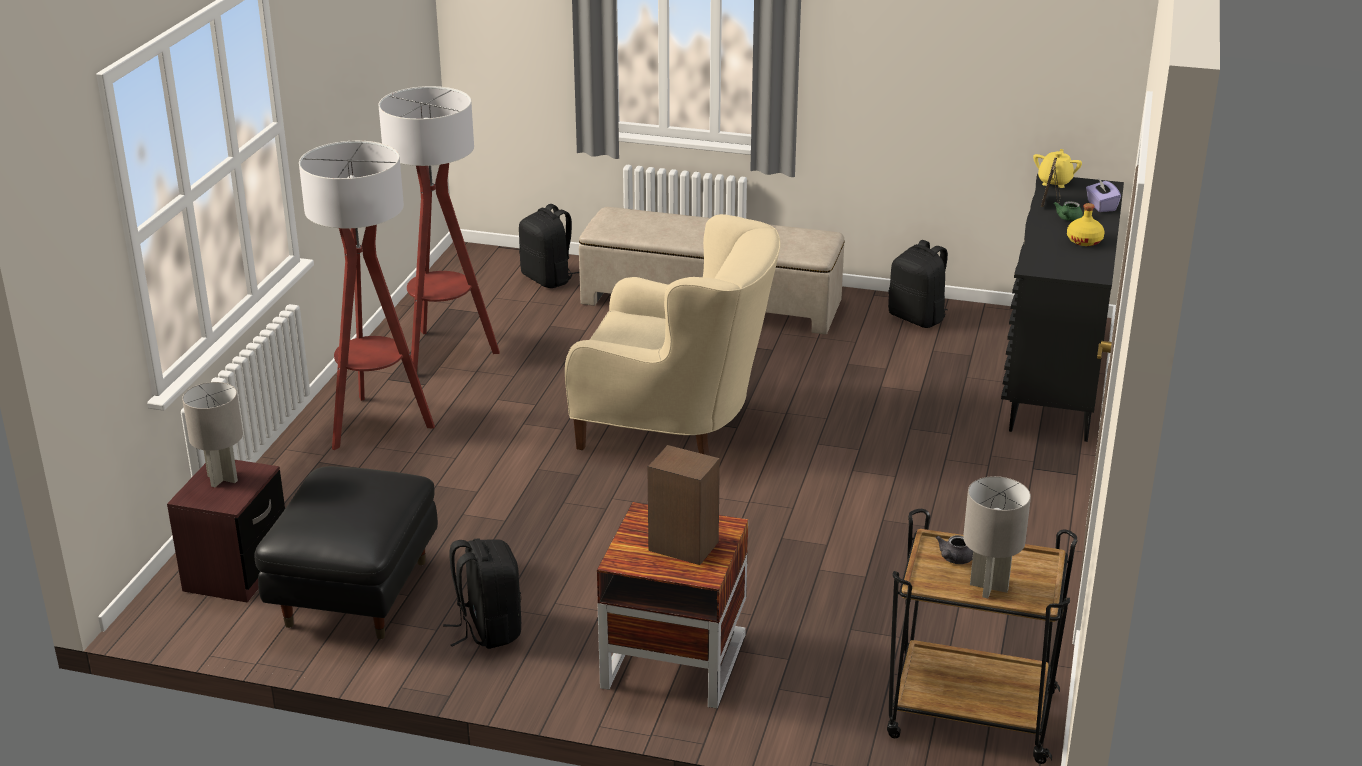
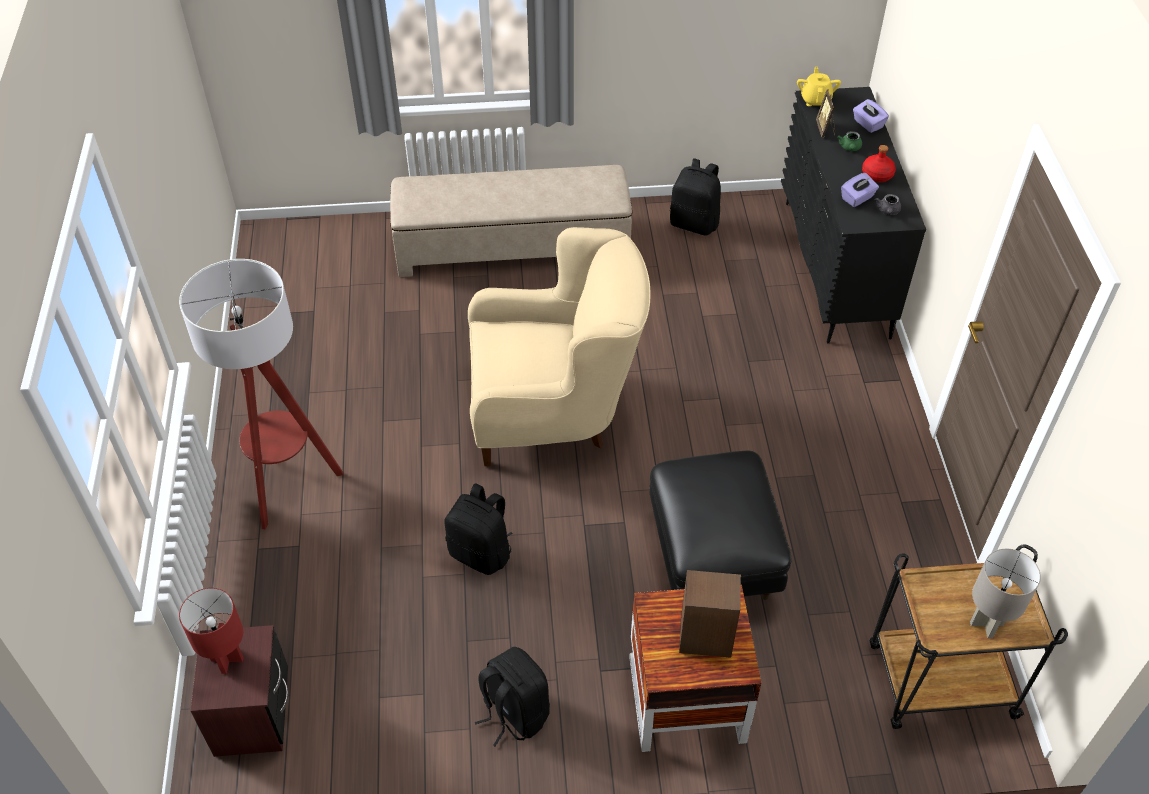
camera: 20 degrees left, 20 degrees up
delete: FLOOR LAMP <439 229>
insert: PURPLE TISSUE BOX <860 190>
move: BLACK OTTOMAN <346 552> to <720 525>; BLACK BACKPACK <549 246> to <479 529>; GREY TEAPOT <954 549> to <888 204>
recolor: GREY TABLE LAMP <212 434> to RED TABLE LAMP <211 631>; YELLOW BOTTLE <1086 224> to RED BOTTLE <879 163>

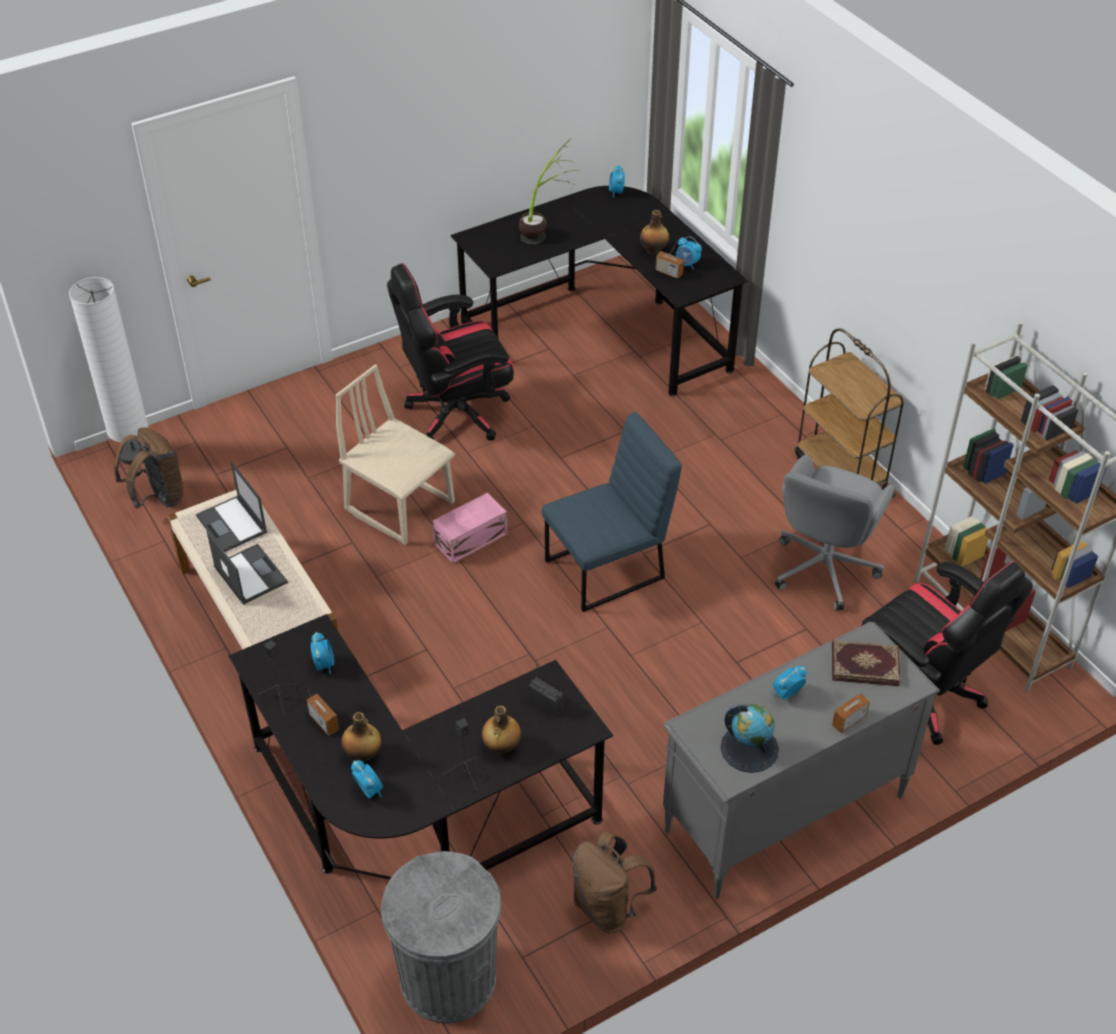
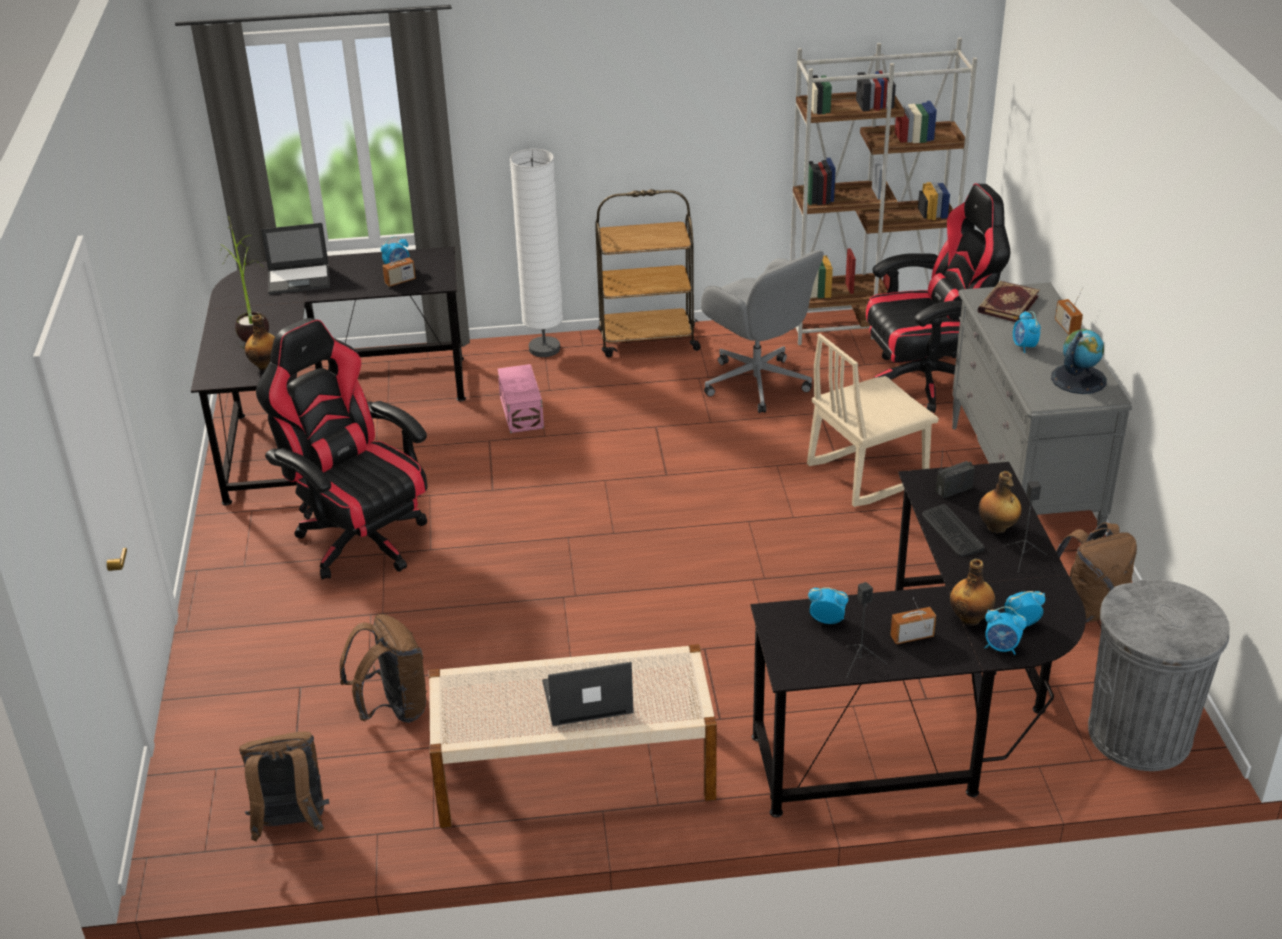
camera: 65 degrees left, 10 degrees down
delete: BLUE CHAIR <612 512>
insert: BROWN BACKPACK <384 668>; KEYBOARD <953 530>
move: WHITE FLOOR LAMP <108 371> to <536 253>; LAPTOP <231 507> to <295 258>; BEIGE CHAIR <395 454> to <873 420>; PINK STORAGE BOX <470 528> to <521 398>; ALARM CLOCK <617 181> to <1005 630>; BOTTLE <654 232> to <260 343>
rotate: BLACK OFFICE CHAIR <450 352> = <342 448> 135 degrees clockwise

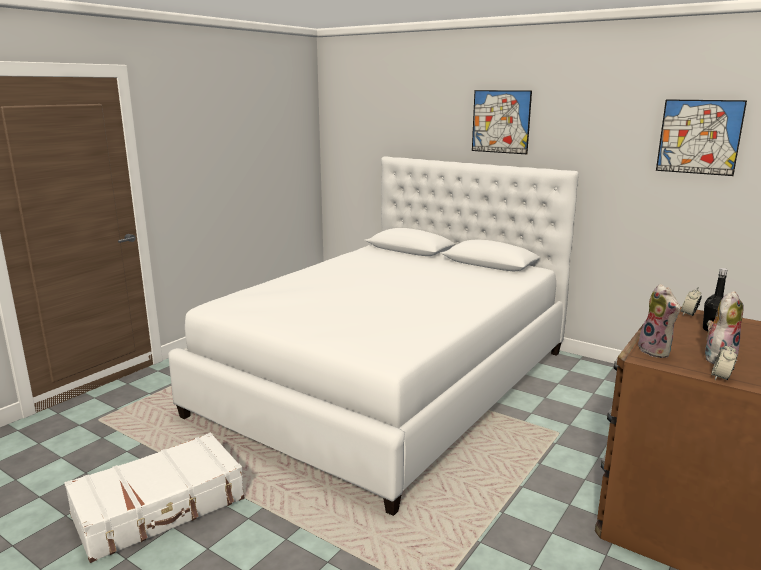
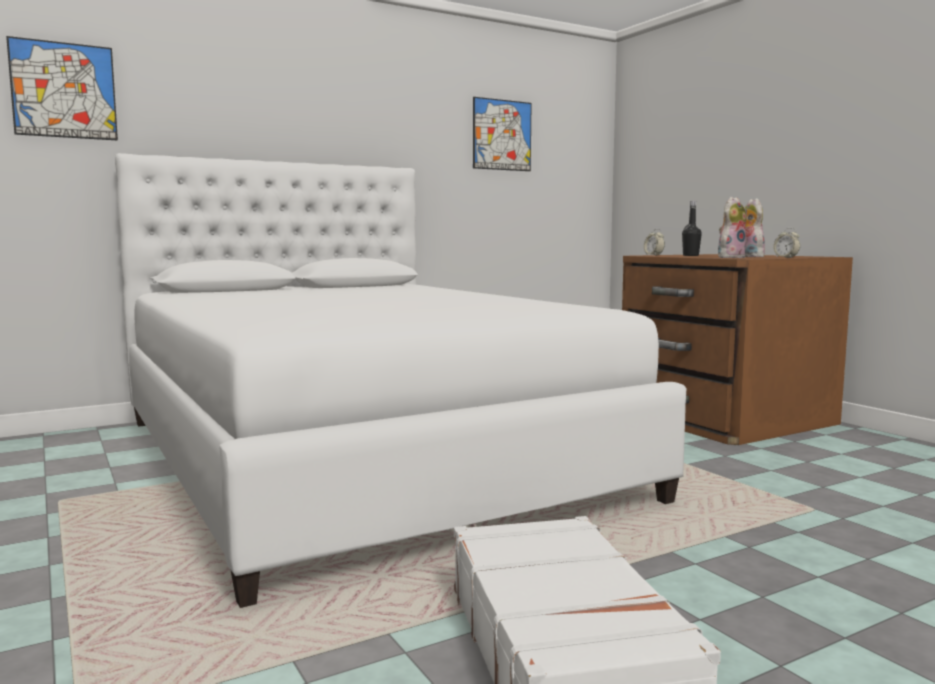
camera: 65 degrees left, 10 degrees down
move: PICTURE <502 122> to <62 88>
rotate: PLUSH TOY <659 321> = <732 227> 45 degrees counterclockwise

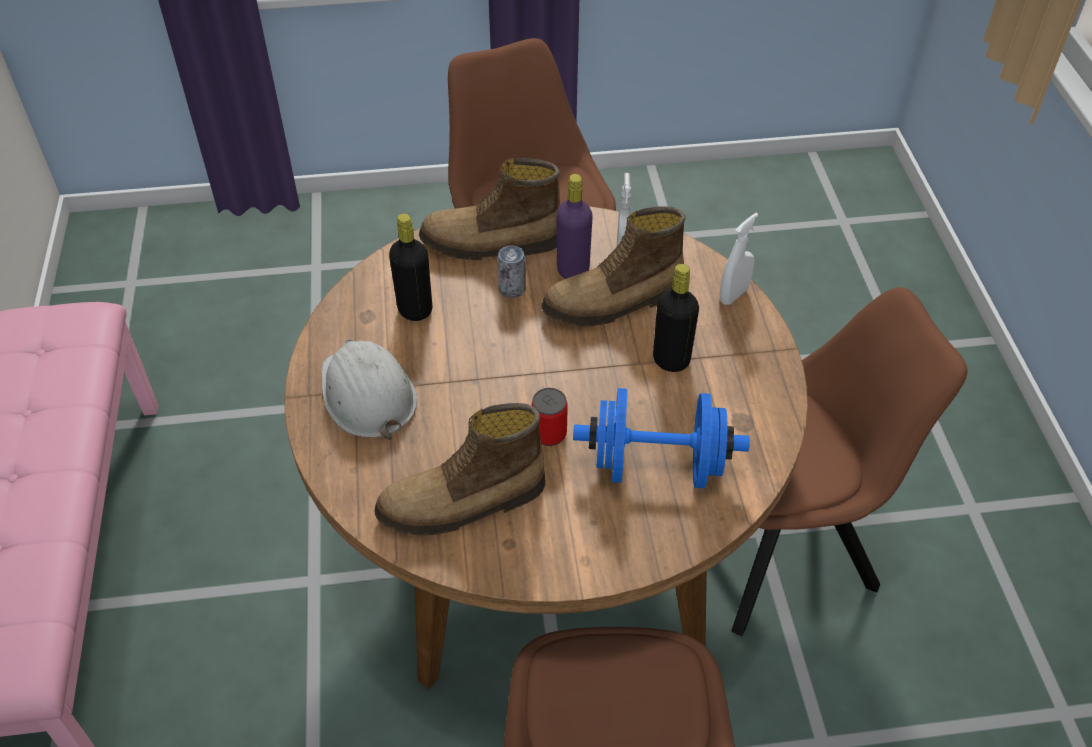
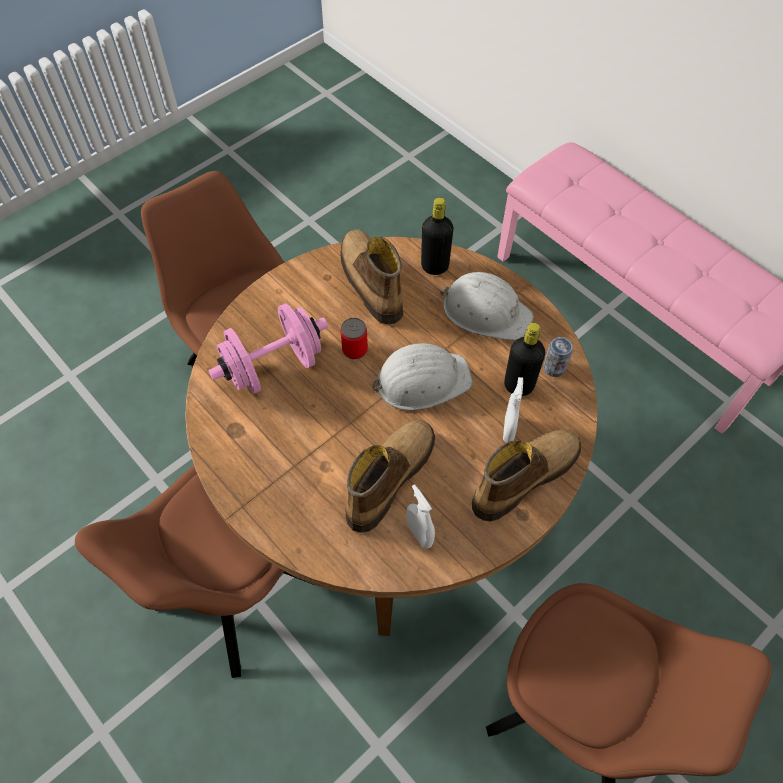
camera: 145 degrees right, 10 degrees up
delete: PURPLE BOTTLE <574 226>
insert: WHITE HARD HAT <422 376>
move: CAN <511 271> to <558 357>; BLACK BOTTLE <676 318> to <437 236>; WHITE SPRAY BOTTLE <739 259> to <513 410>
recolor: BLUE DUMBBELL <661 438> to PINK DUMBBELL <268 348>
rotate: BOOT <459 469> = <371 276> 60 degrees counterclockwise

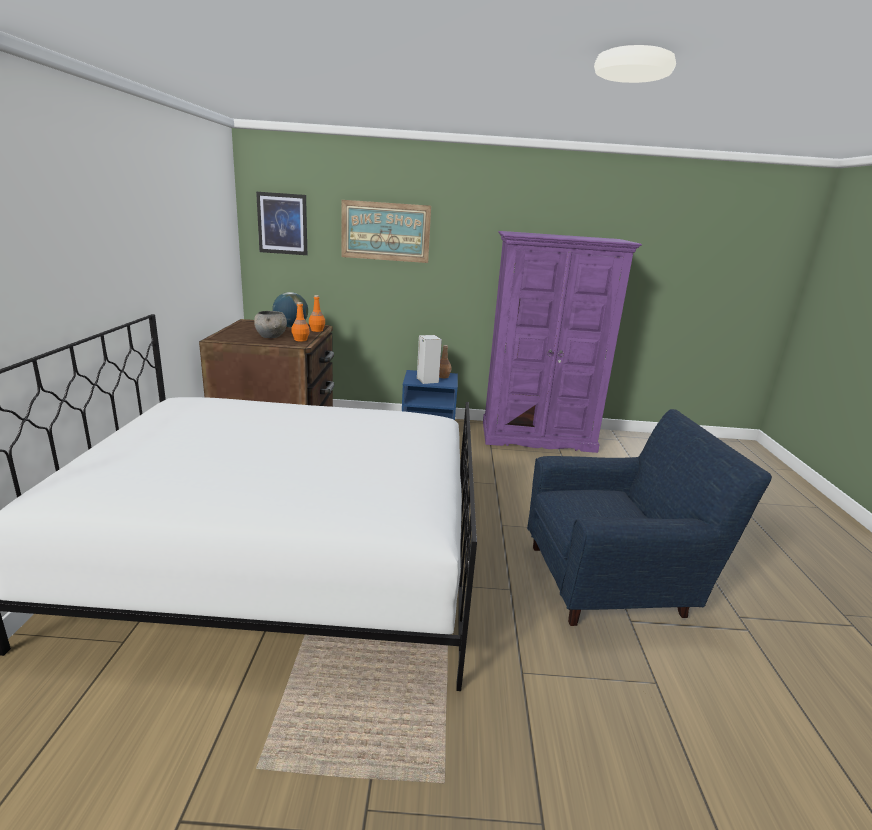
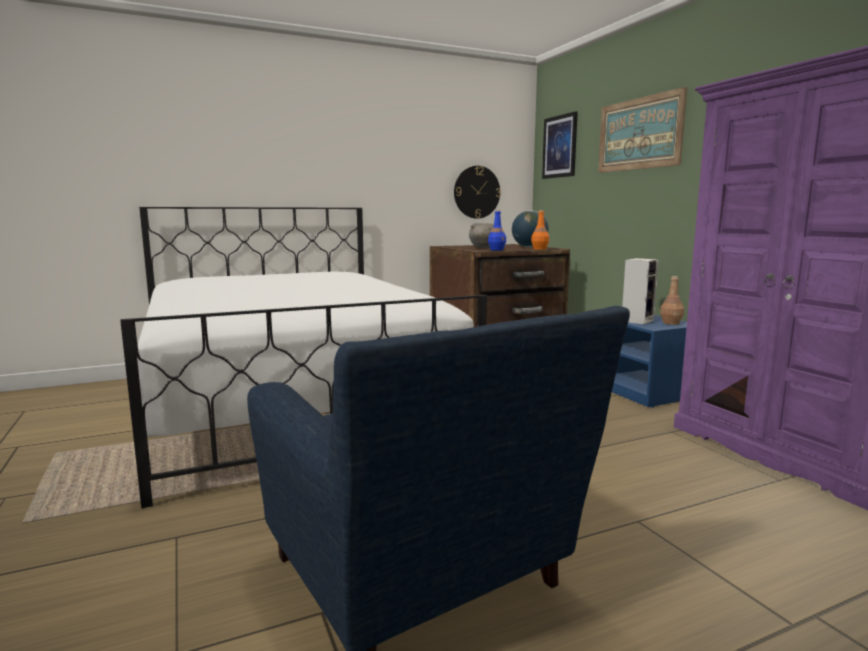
camera: 65 degrees right, 10 degrees down
insert: WALL CLOCK <477 192>
recolor: ORANGE BOTTLE <301 322> to BLUE BOTTLE <497 230>

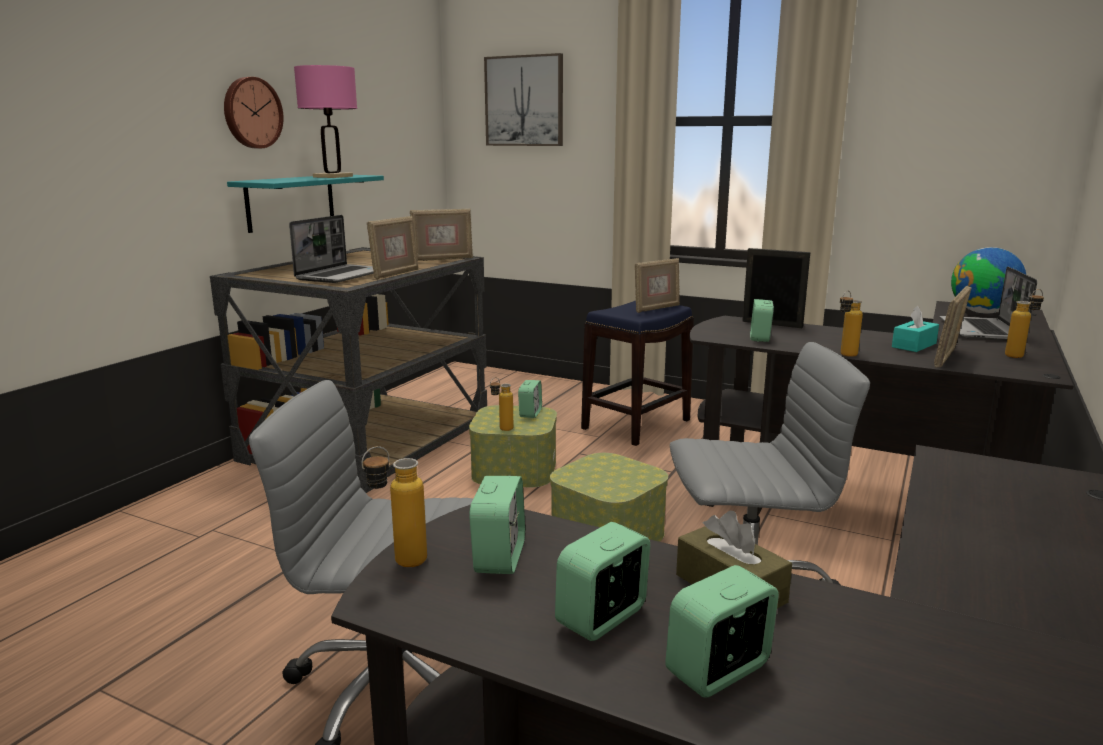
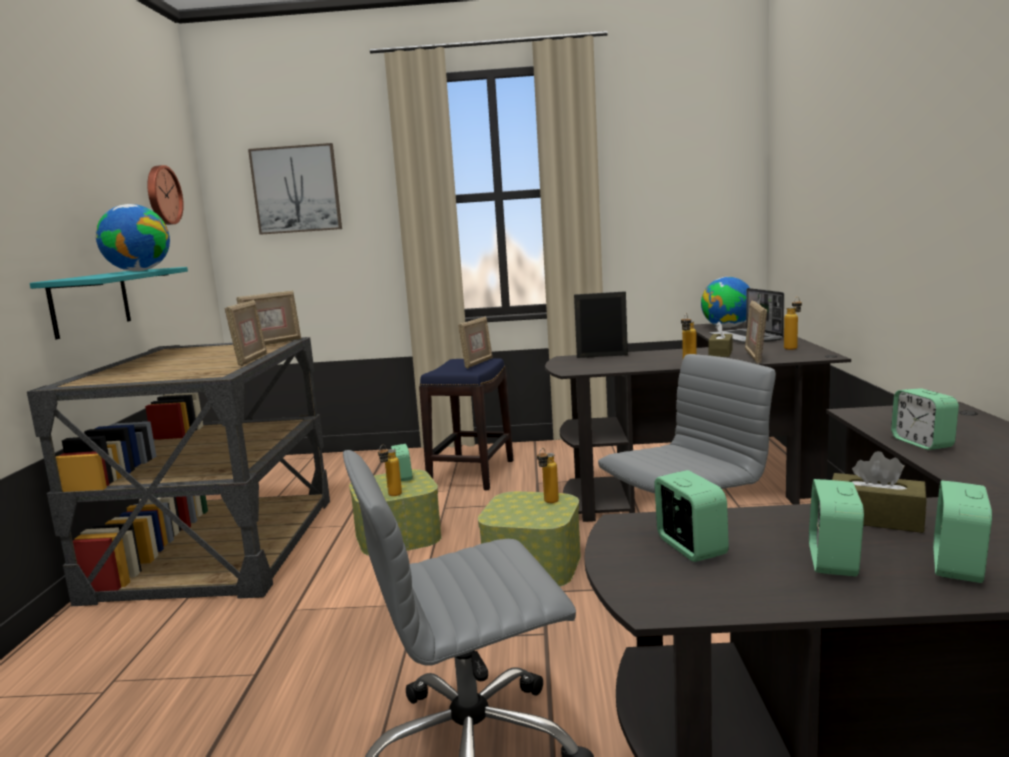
camera: 25 degrees left, 5 degrees down
delete: LAPTOP <331 249>
move: WALL CLOCK <254 112> to <165 195>; BOTTLE <394 506> to <548 475>; ALARM CLOCK <762 320> to <925 419>
replace: PINK TABLE LAMP <325 121> to GLOBE <133 237>
recolor: TURQUOISE TISSUE BOX <915 329> to BROWN TISSUE BOX <720 339>

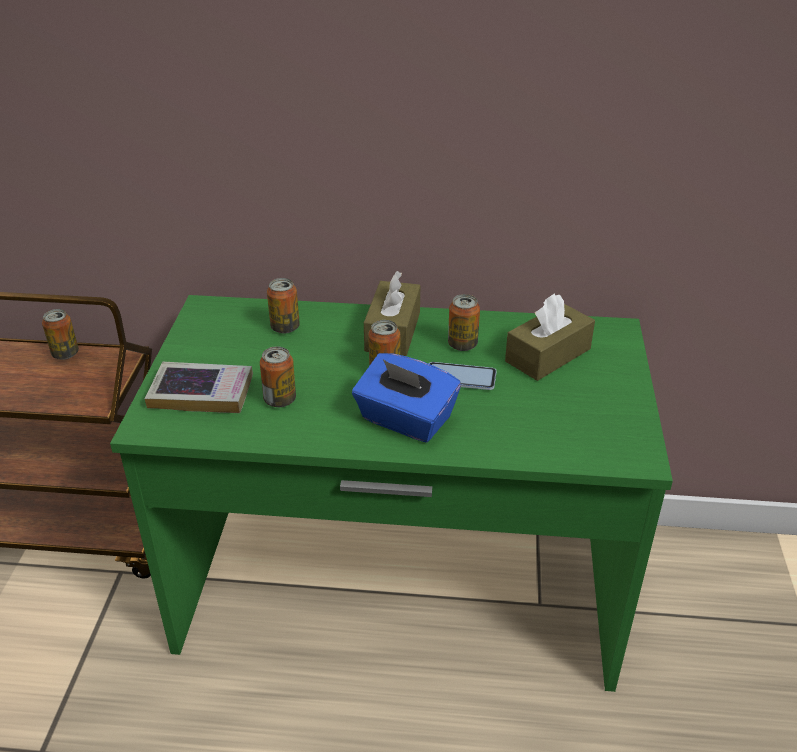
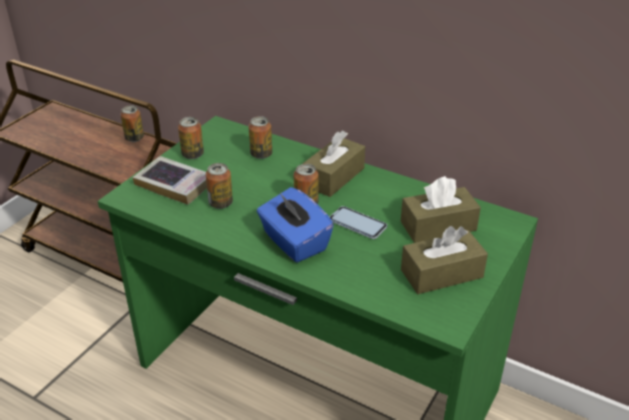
camera: 25 degrees right, 0 degrees up
insert: BROWN TISSUE BOX <444 260>
move: CAN <464 322> to <191 138>

